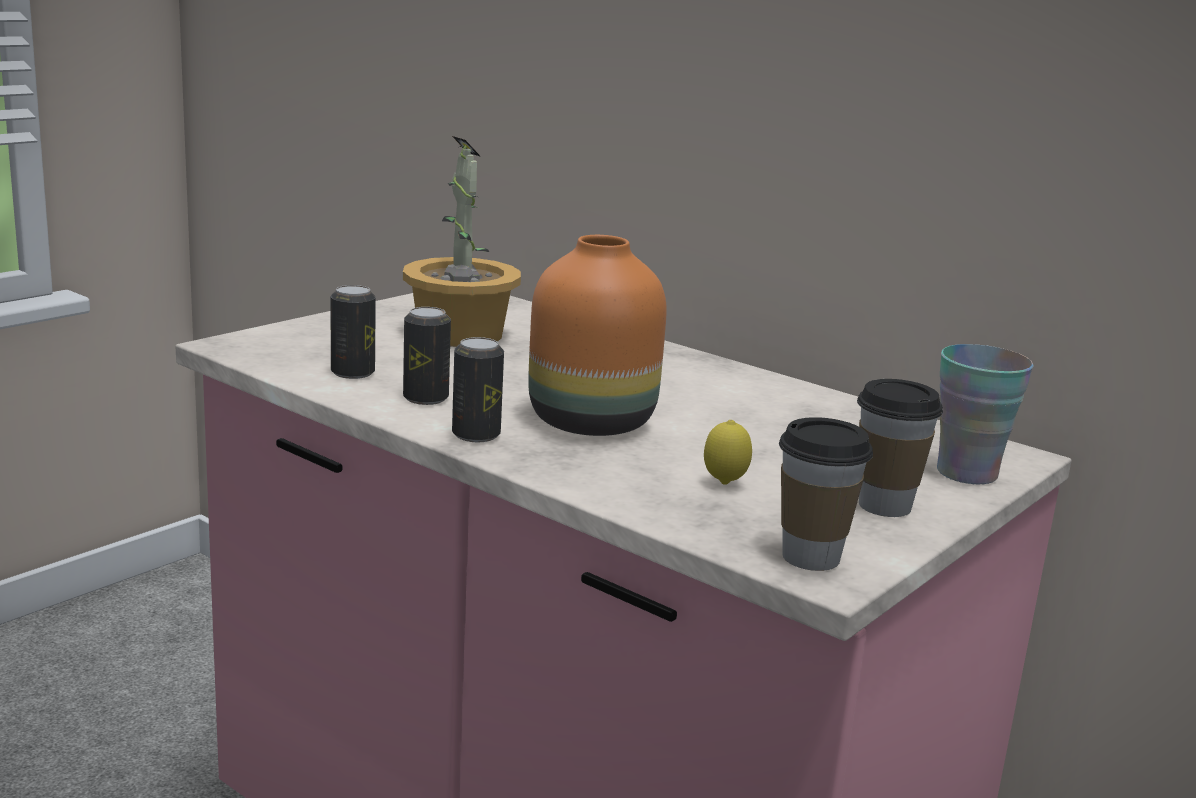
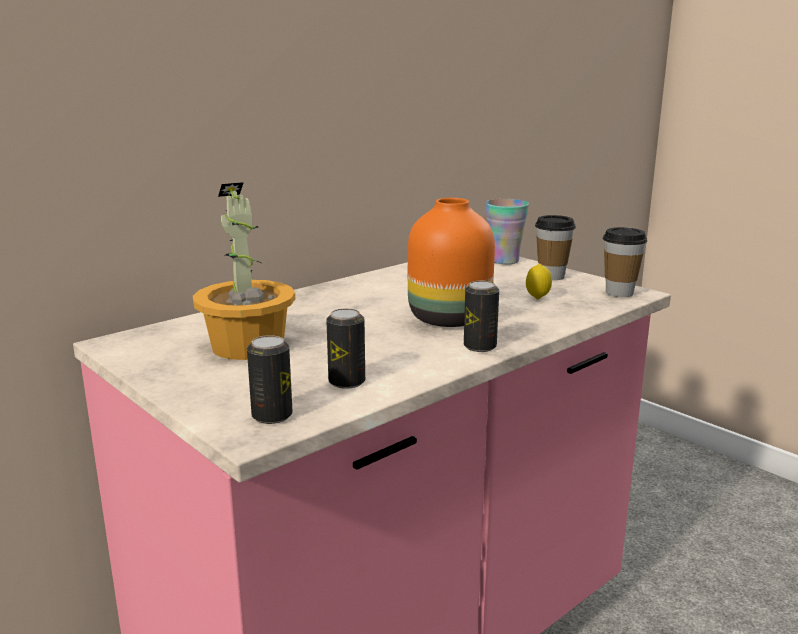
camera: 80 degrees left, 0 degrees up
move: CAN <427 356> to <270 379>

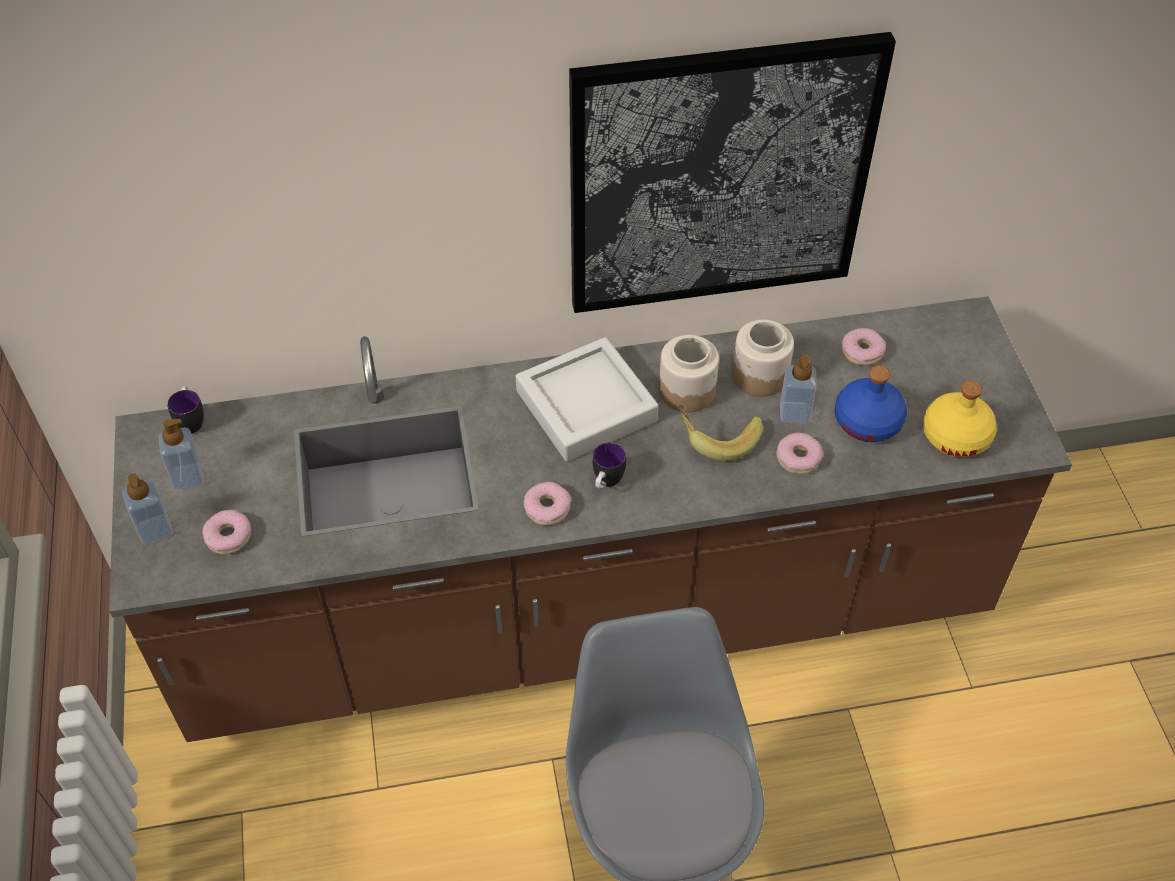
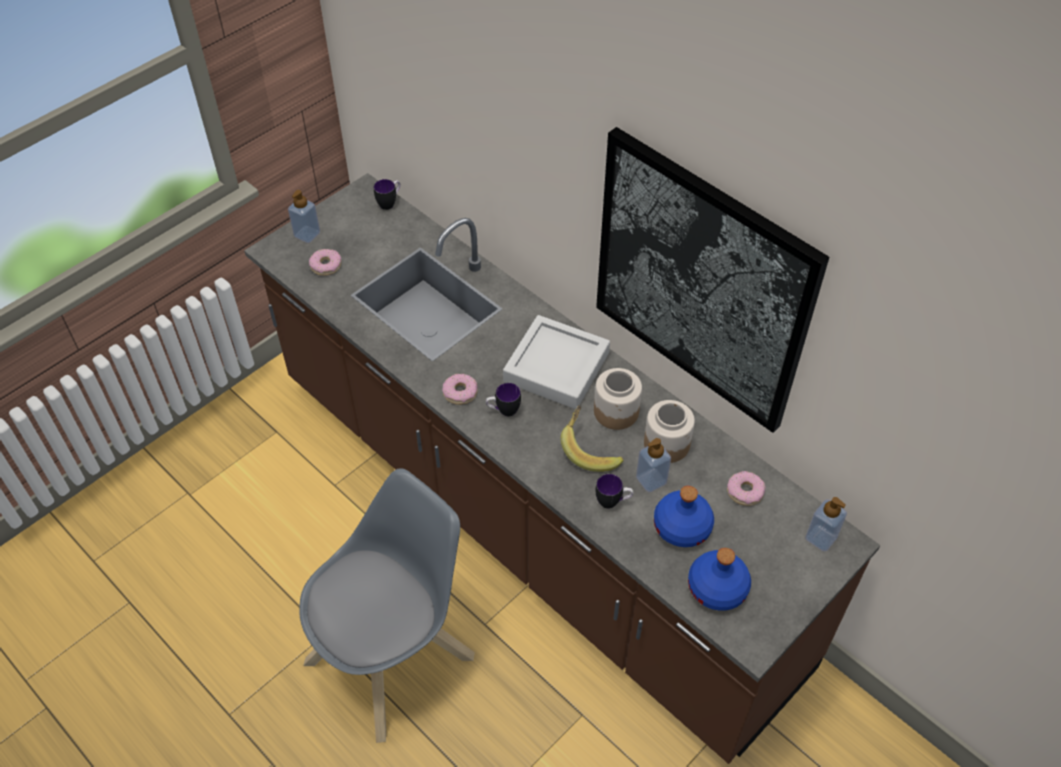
camera: 55 degrees right, 0 degrees up
move: SOAP DISPENSER <181 454> to <826 524>
replace: DONUT <799 453> to MUG <614 491>
recolor: YELLOW BOTTLE <960 418> to BLUE BOTTLE <719 579>

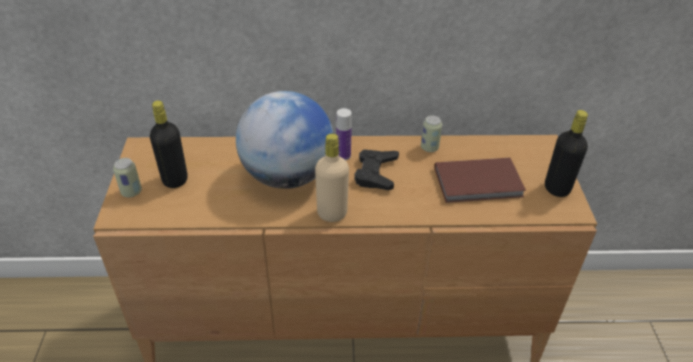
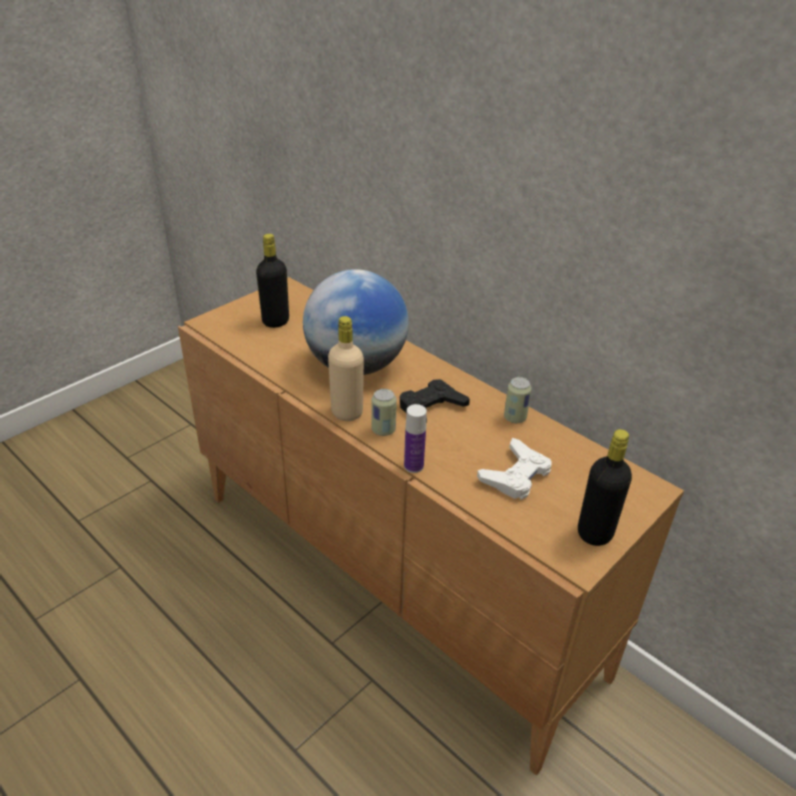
camera: 45 degrees right, 5 degrees down
move: CAN <127 177> to <384 412>; BOTTLE <344 134> to <415 438>
replace: BROWN BOOK <480 180> to WHITE GAME CONTROLLER <514 469>

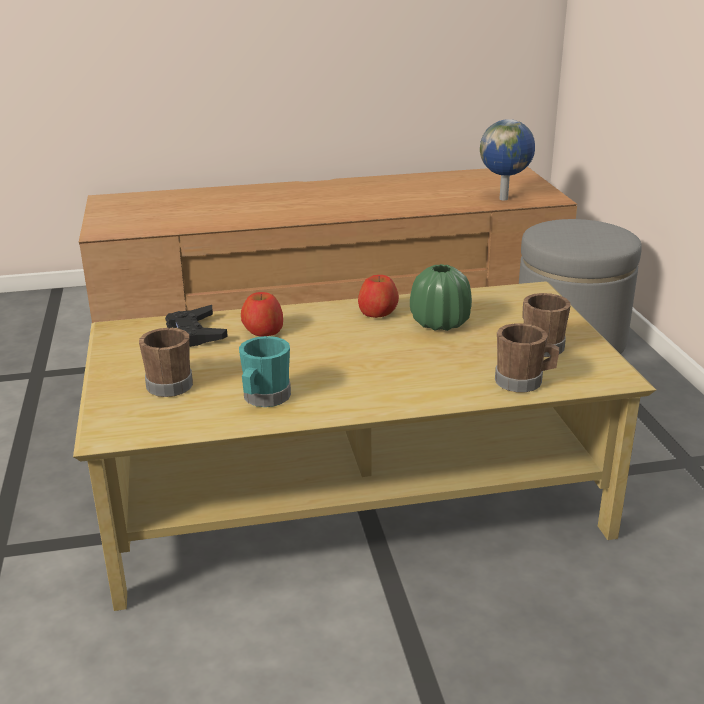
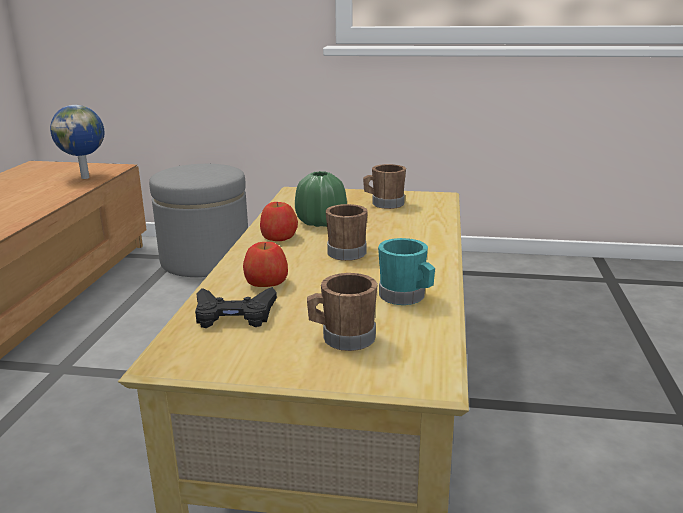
camera: 70 degrees left, 5 degrees down
move: BROWN MUG <527 358> to <347 232>

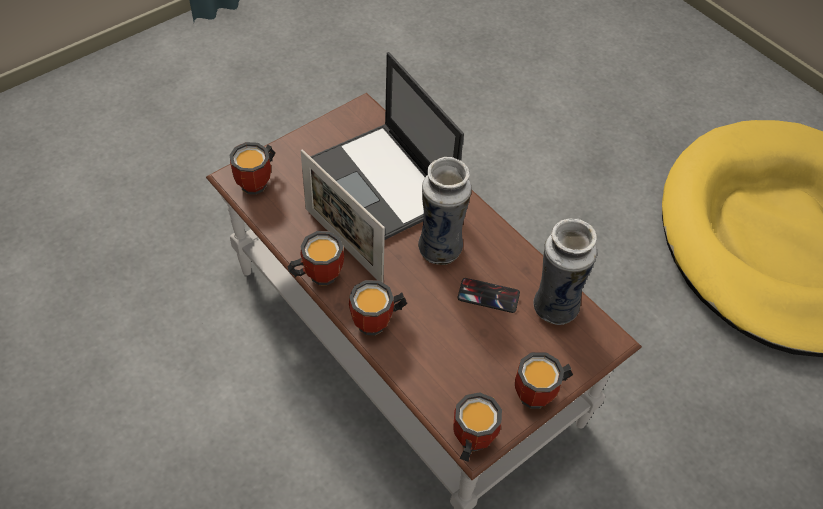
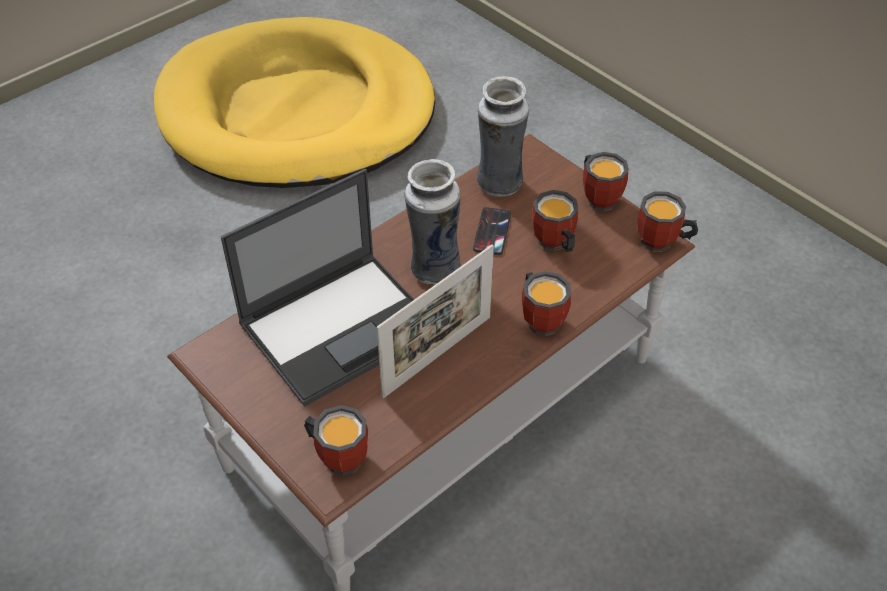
camera: 90 degrees left, 5 degrees down
move: MUG <316 258> to <555 221>

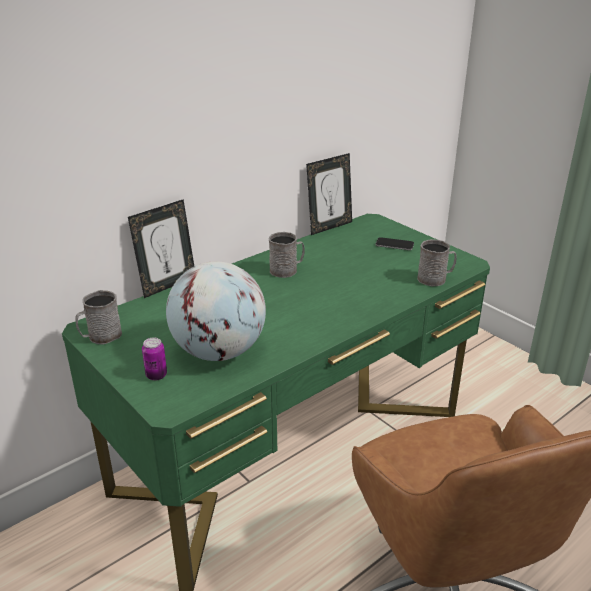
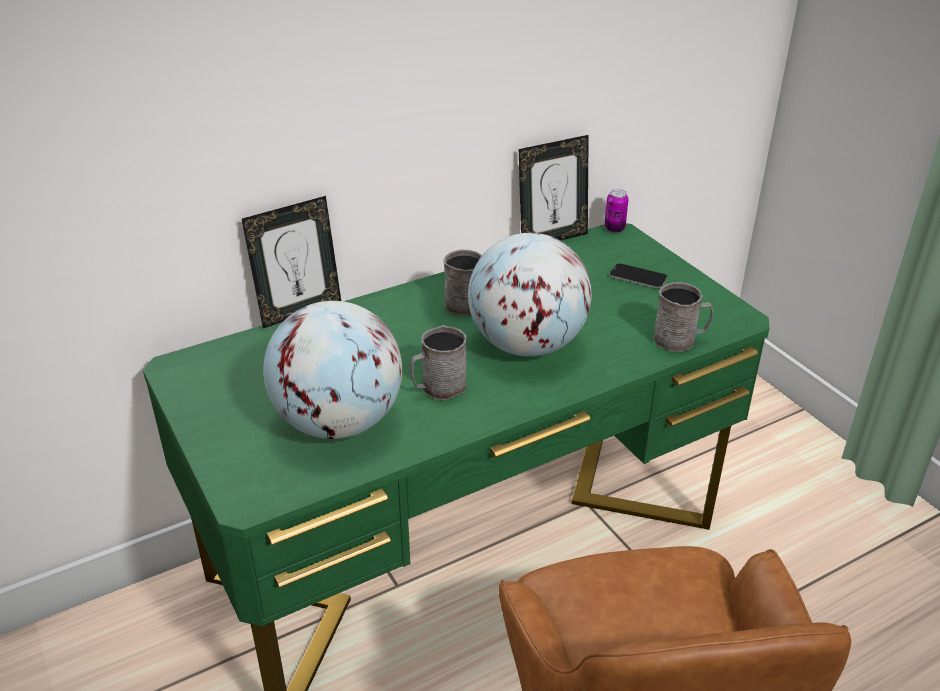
camera: 10 degrees right, 5 degrees up
insert: GLOBE <530 295>
move: GREY MUG <98 317> to <438 362>; CAN <154 359> to <616 211>

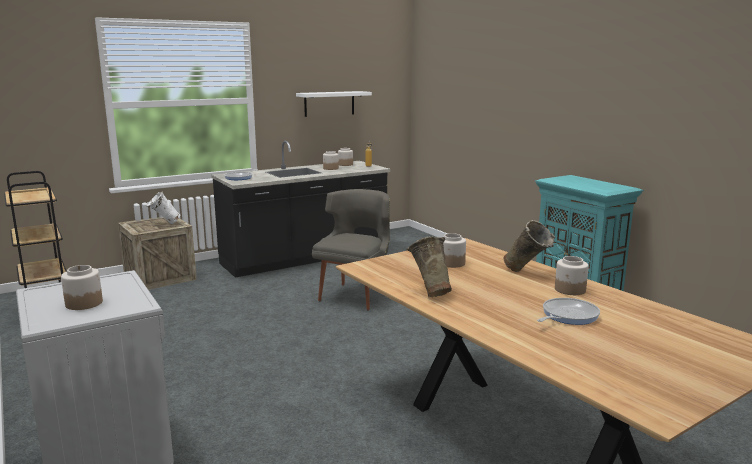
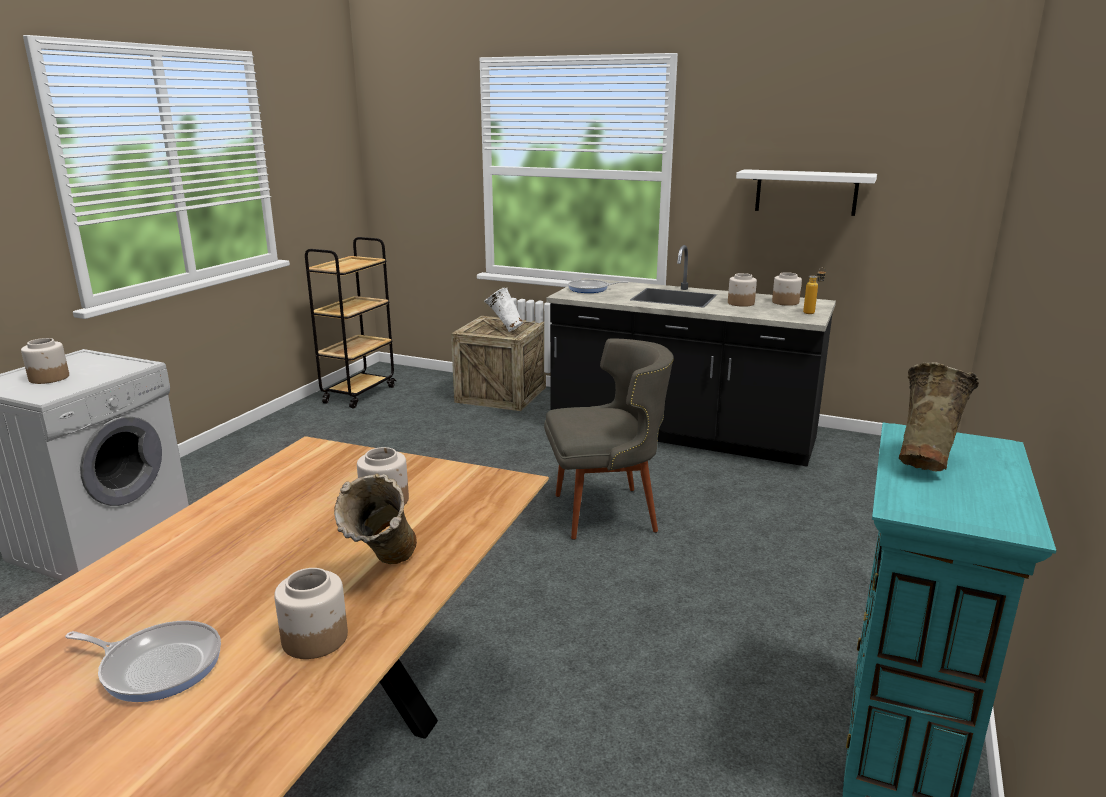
camera: 55 degrees right, 5 degrees up
move: BEIGE VASE <429 266> to <939 417>

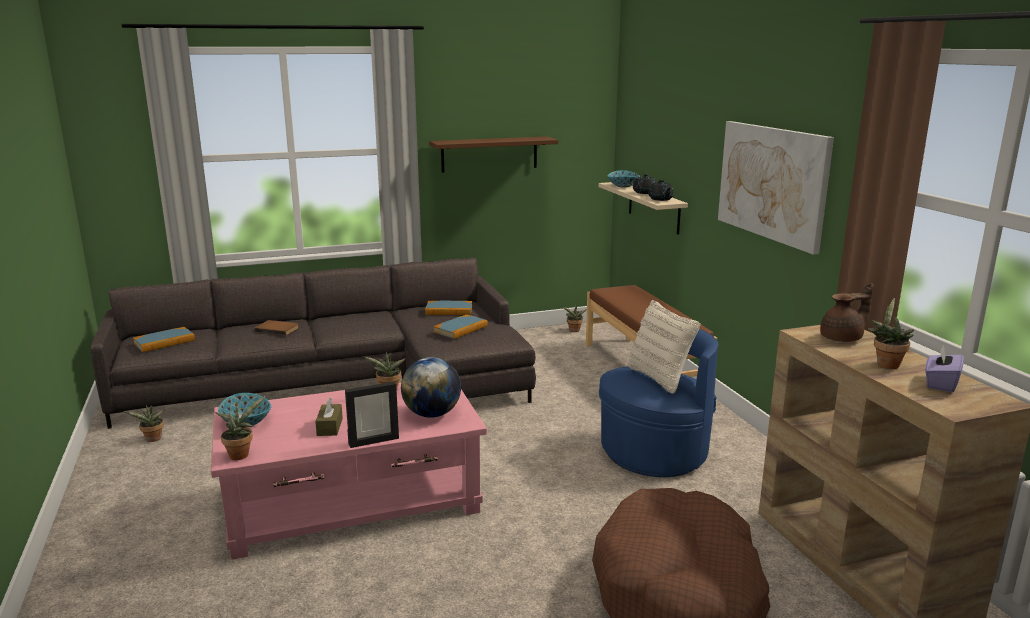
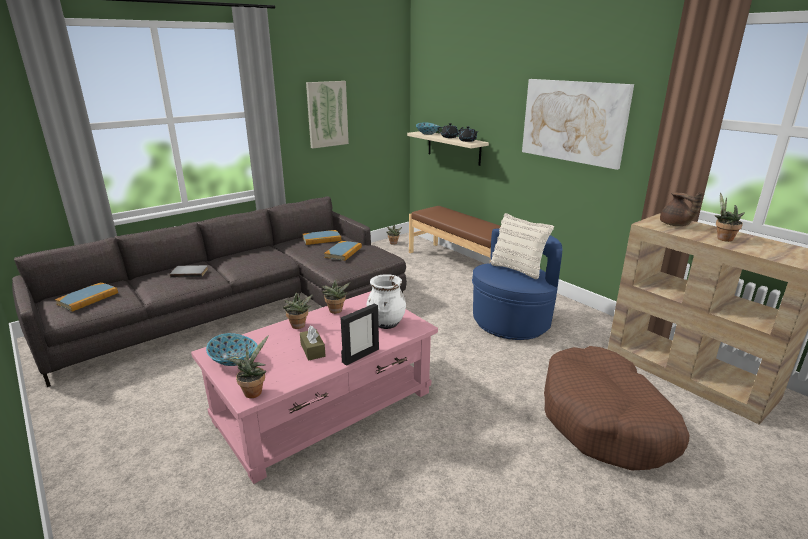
camera: 20 degrees left, 5 degrees up
delete: PURPLE TISSUE BOX <944 368>
move: POTTED PLANT <145 423> to <298 311>
replace: GLOBE <431 387> to WHITE VASE <386 301>; BROWN SHELF <493 154> to PICTURE <327 114>
recolor: BROWN BOOK <276 327> to GREY BOOK <189 271>
rotate: BROWN TEAPOT <846 312> = <681 209> 105 degrees clockwise

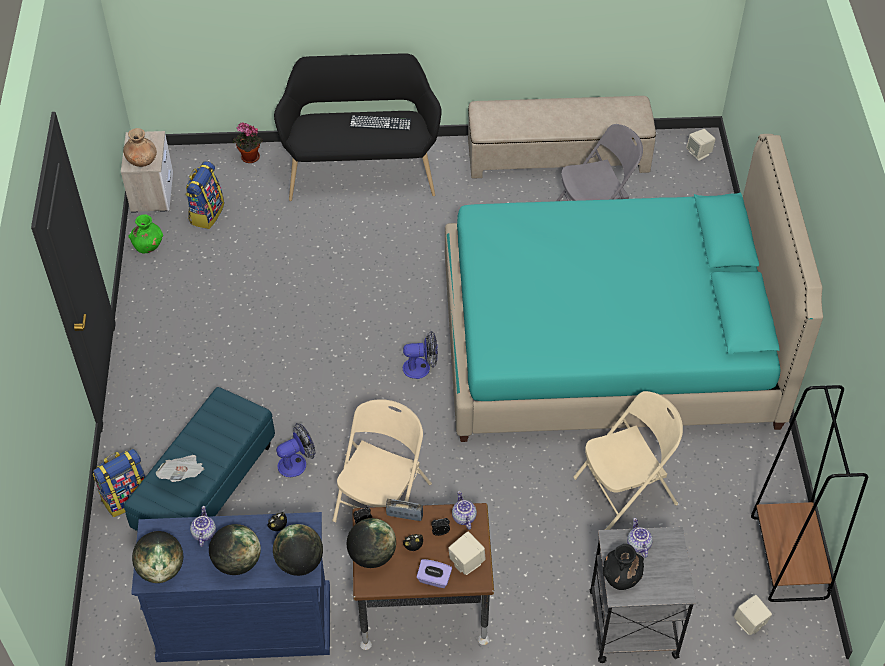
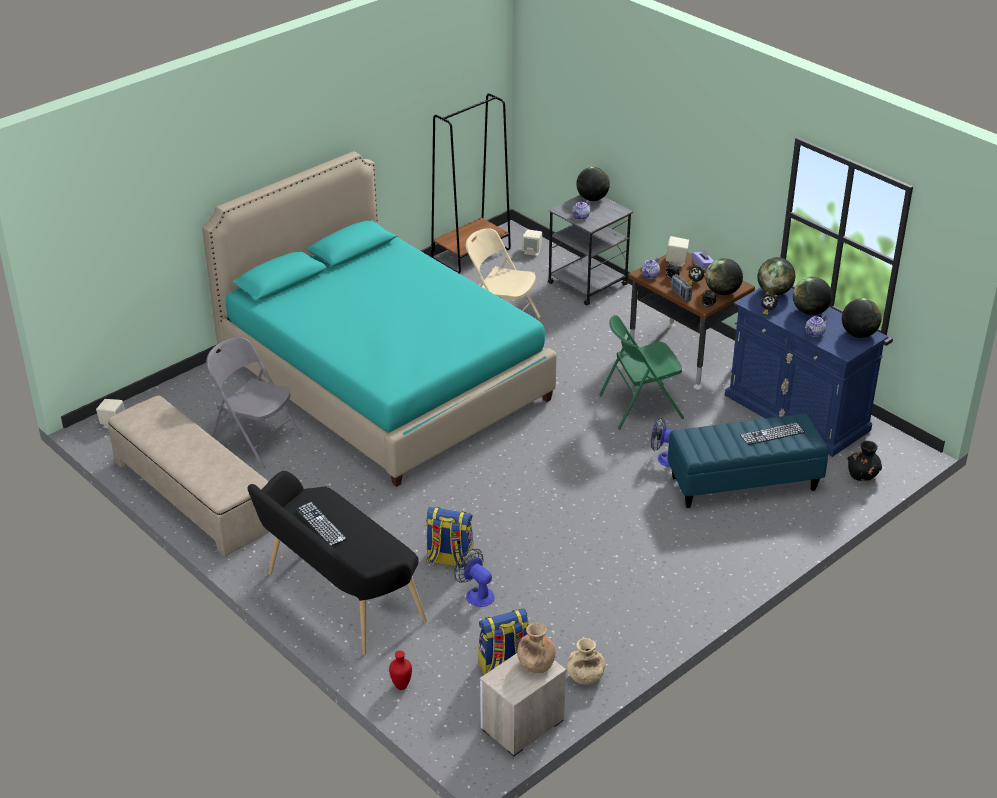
camera: 130 degrees left, 15 degrees down
insert: GLOBE <593 184>
move: BACKPACK <119 483> to <449 538>; FAN <420 355> to <474 578>; BLACK VASE <623 567> to <864 461>
replace: NEWSPAPER <180 468> to KEYBOARD <772 433>; POTTED PLANT <247 142> to RED VASE <400 670>
recolor: GREEN VASE <145 233> to BEIGE VASE <585 661>; BEIGE CHAIR <382 461> to GREEN CHAIR <641 372>

